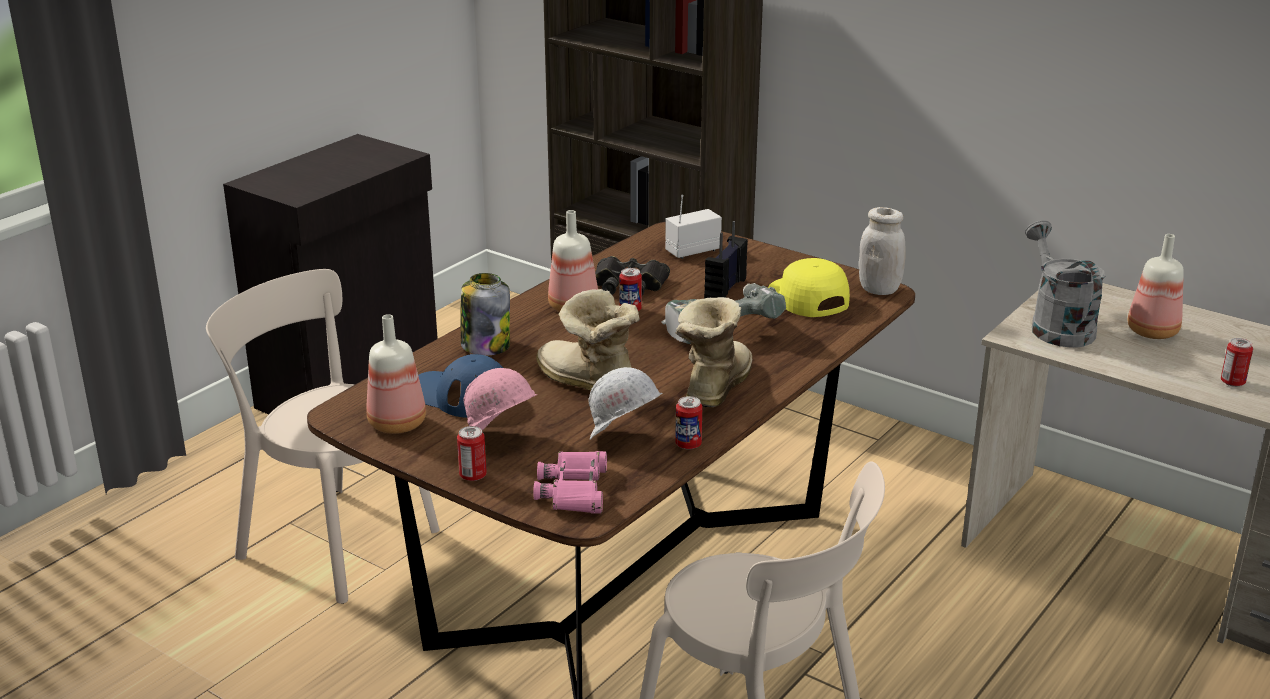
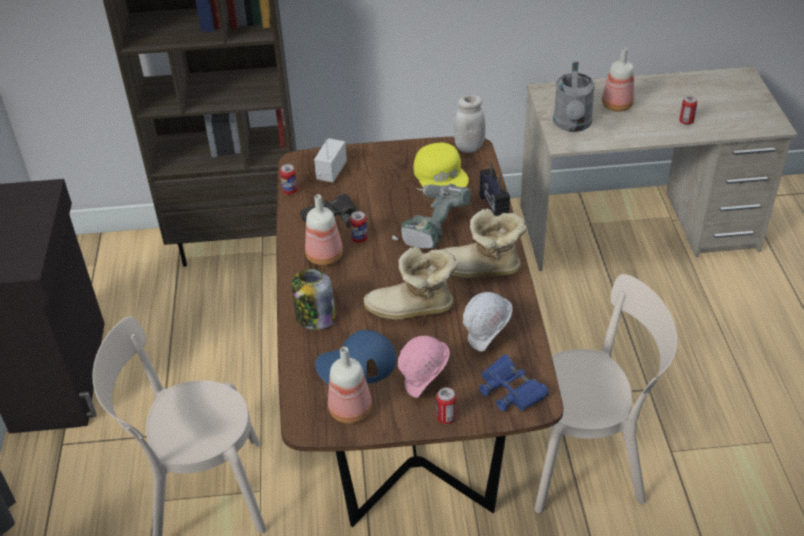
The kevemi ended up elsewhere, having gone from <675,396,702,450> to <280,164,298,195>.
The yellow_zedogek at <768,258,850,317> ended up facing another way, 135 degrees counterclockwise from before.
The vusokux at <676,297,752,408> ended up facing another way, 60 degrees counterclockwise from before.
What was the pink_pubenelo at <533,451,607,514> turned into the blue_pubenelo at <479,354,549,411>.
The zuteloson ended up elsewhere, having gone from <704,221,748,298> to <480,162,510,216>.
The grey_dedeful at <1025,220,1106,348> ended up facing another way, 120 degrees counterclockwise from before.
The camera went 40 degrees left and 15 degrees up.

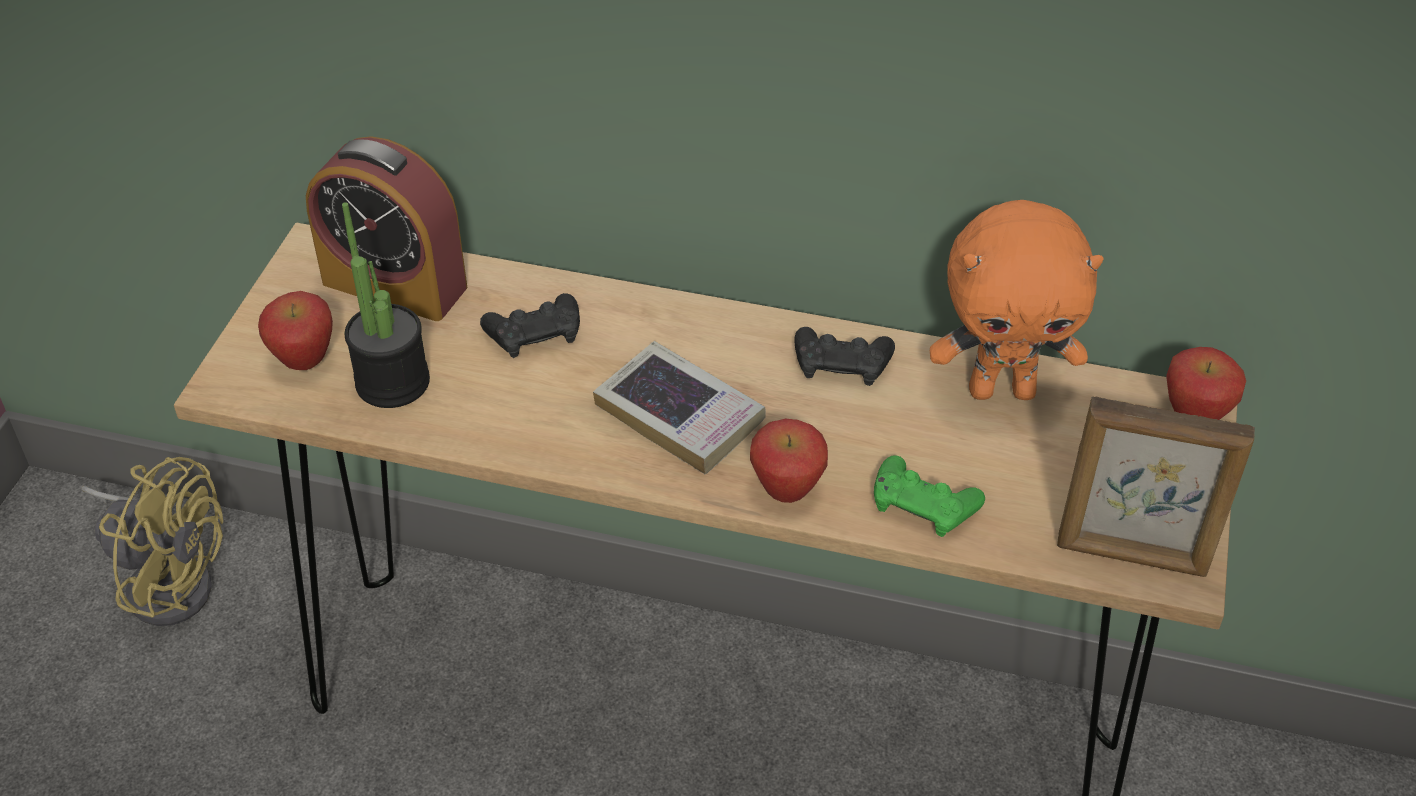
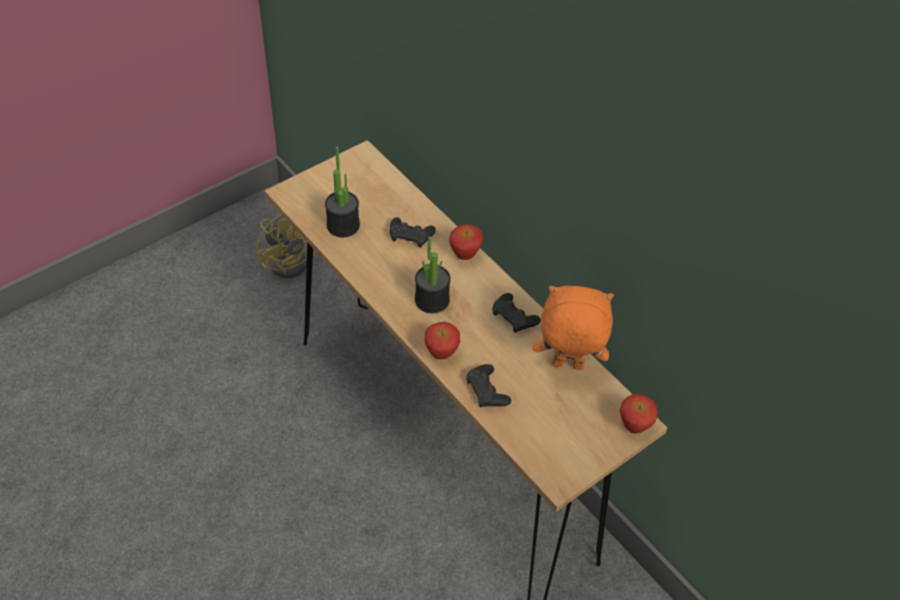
Where the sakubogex stood at <593,341,766,475>, the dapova came to stand at <415,236,451,313>.
The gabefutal ended up elsewhere, having gone from <258,291,333,370> to <449,225,483,260>.
What was the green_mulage at <874,455,985,537> turned into the black_mulage at <466,364,511,407>.
The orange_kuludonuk at <930,200,1104,400> ended up facing another way, 150 degrees clockwise from before.
The second view lost the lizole at <306,136,467,321>.
The second view lost the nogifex at <1057,396,1255,577>.
The camera went 35 degrees right and 5 degrees up.

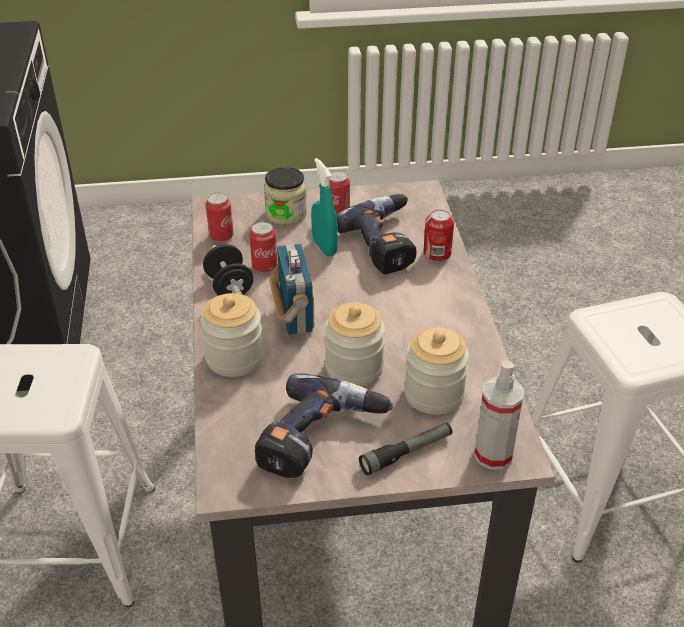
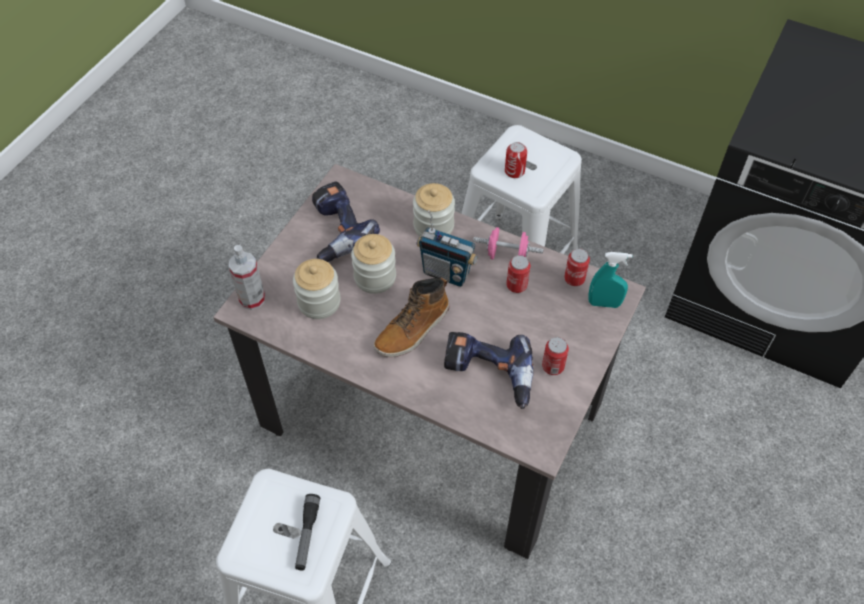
The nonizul ended up elsewhere, having gone from <359,423,452,475> to <295,494,321,570>.
The second view gained the vusokux at <374,278,450,357>.
What was the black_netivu at <203,244,253,296> turned into the pink_netivu at <473,227,544,259>.
The kevemi ended up elsewhere, having gone from <423,210,454,262> to <505,142,527,178>.
The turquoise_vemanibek ended up elsewhere, having gone from <311,158,338,256> to <588,252,633,308>.
The second view lost the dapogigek at <264,167,307,225>.
The camera went 125 degrees right and 15 degrees up.

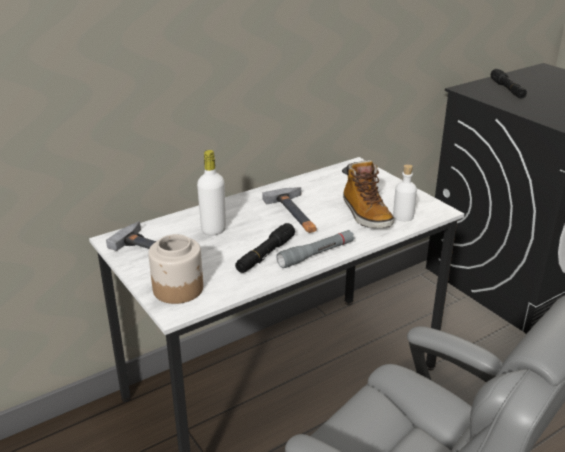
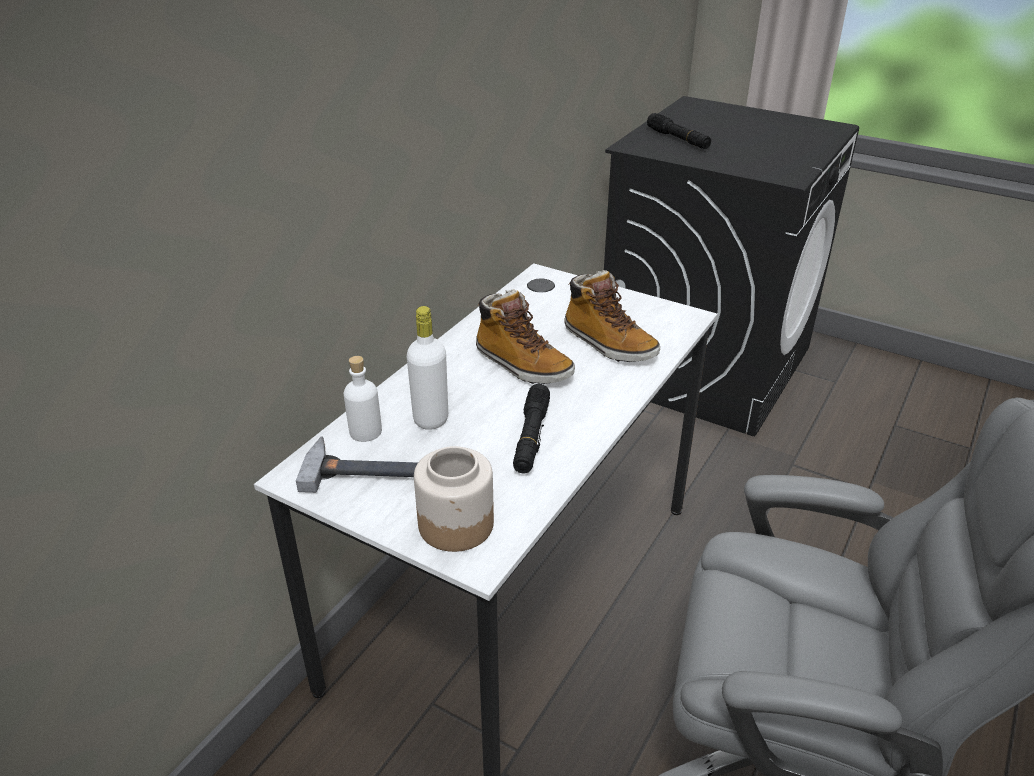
The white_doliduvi ended up elsewhere, having gone from <393,164,417,221> to <344,356,382,442>.
Where the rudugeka stood at <263,187,317,233>, the vusokux came to stand at <476,290,575,384>.
The second view lost the grey_nonizul at <277,230,354,268>.
The camera went 25 degrees left and 5 degrees up.

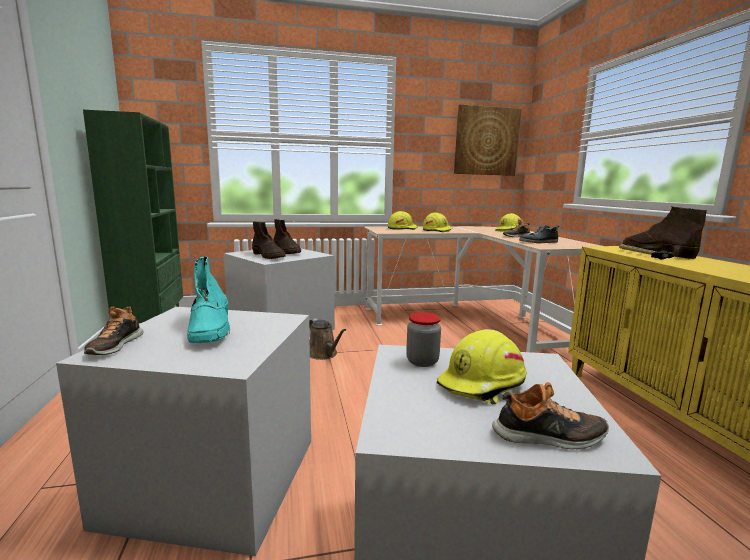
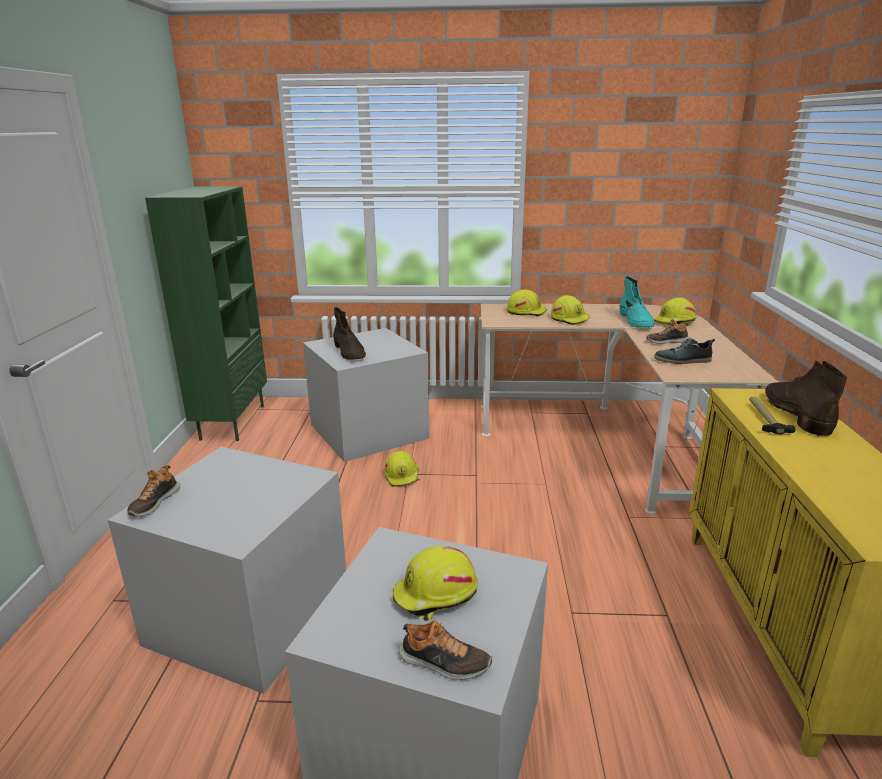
Where the brown_dedeful stood at <309,318,346,360>, the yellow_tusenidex came to stand at <384,450,420,487>.
The turquoise_vusokux ended up elsewhere, having gone from <187,256,230,343> to <620,276,655,328>.
The second view lost the brown_vusokux at <273,219,301,254>.
The second view lost the dapogigek at <406,312,441,367>.
The second view lost the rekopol at <454,104,522,176>.
The camera went 15 degrees right and 10 degrees up.

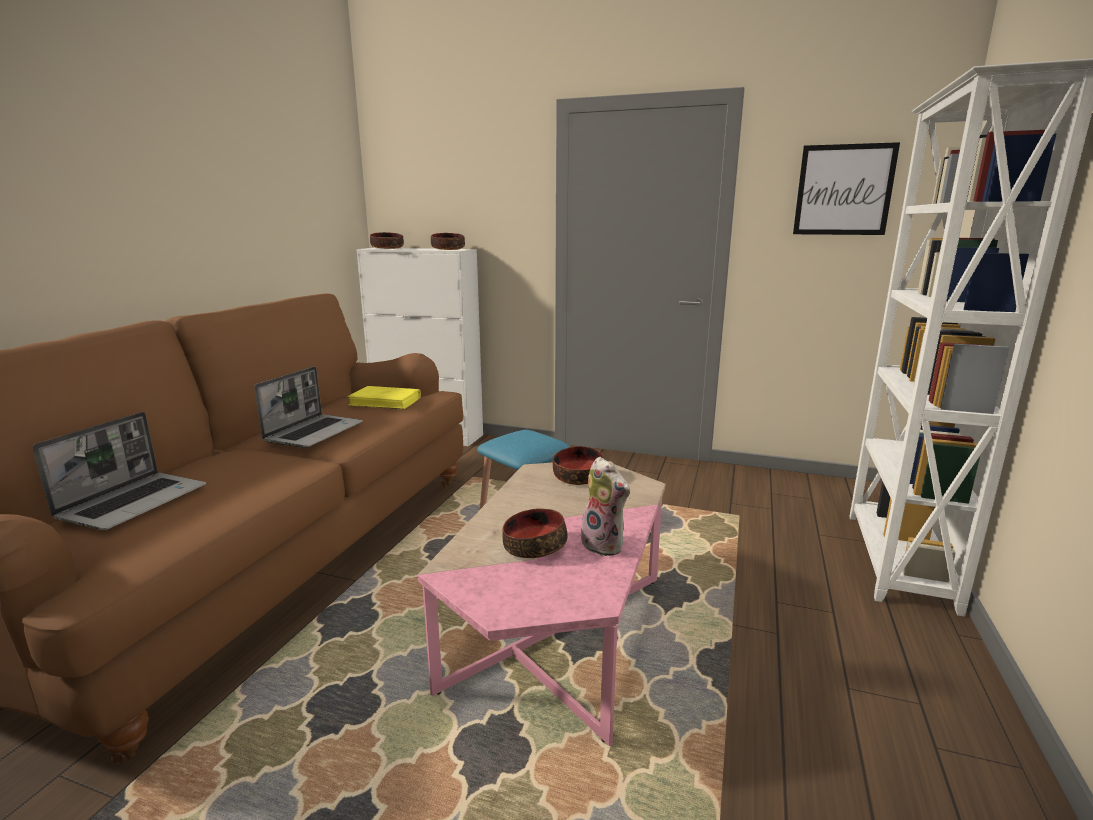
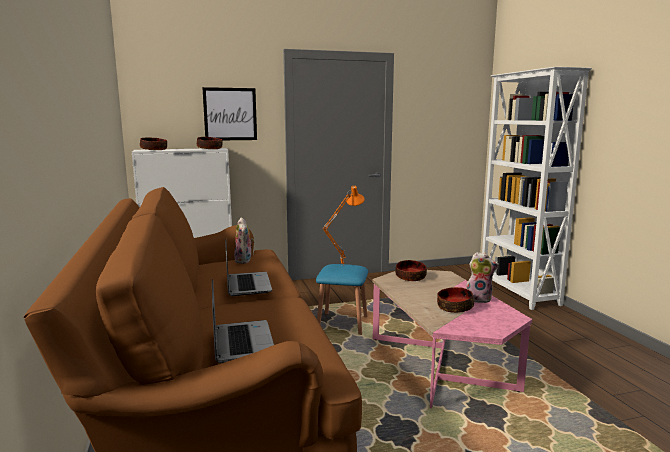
The rekopol ended up elsewhere, having gone from <793,142,900,235> to <202,87,257,140>.
Where the yellow_sakubogex stood at <347,386,421,409>, the kuludonuk came to stand at <234,217,254,264>.
The second view gained the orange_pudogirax at <322,186,365,266>.
The camera went 35 degrees left and 5 degrees down.

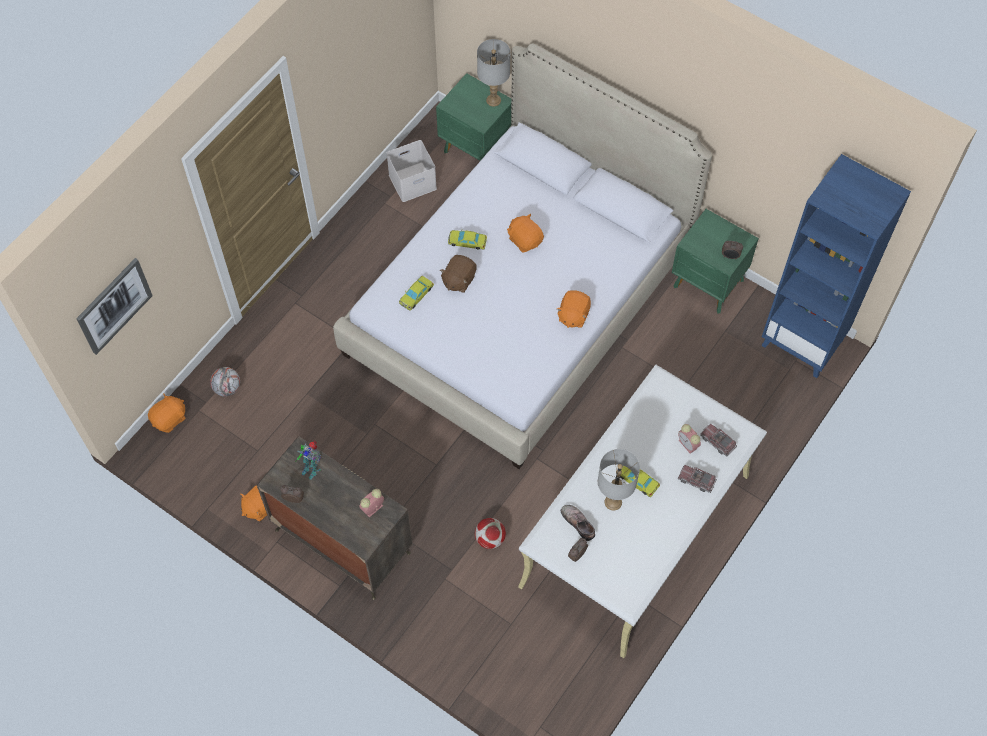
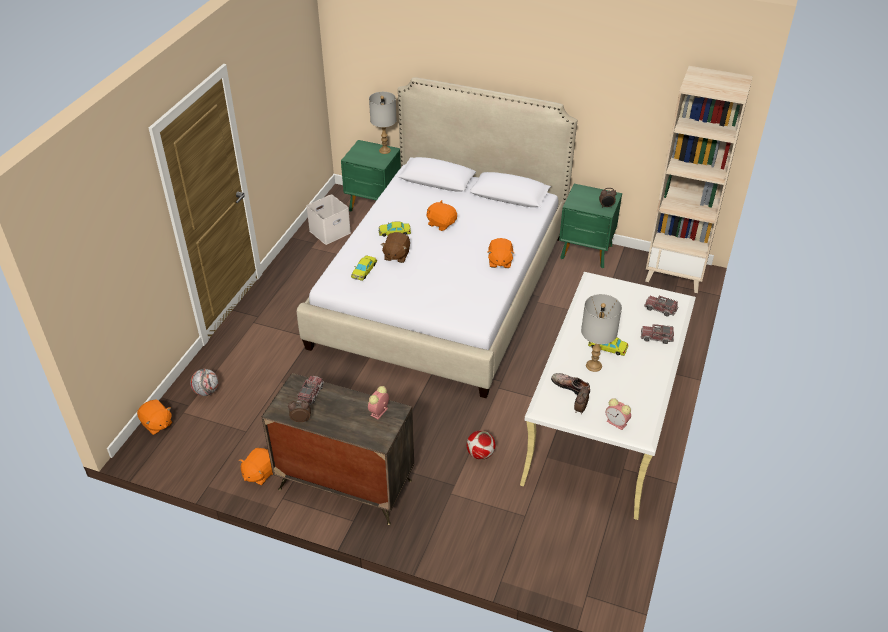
The orange_kuludonuk at <148,394,186,433> ended up facing another way, 105 degrees clockwise from before.
Where the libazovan stood at <294,441,321,479>, the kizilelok came to stand at <296,376,324,405>.
The lizole ended up elsewhere, having gone from <678,424,701,454> to <606,398,631,430>.
What was the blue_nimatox at <761,154,911,378> turned into the beige_nimatox at <645,66,753,293>.
The second view lost the rekopol at <76,258,153,355>.
The camera went 15 degrees left and 20 degrees down.

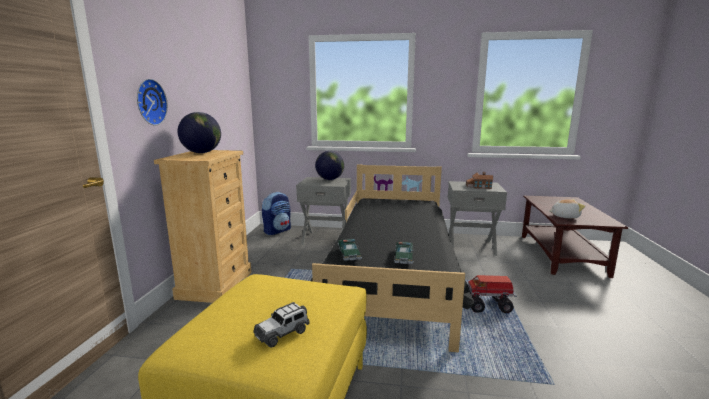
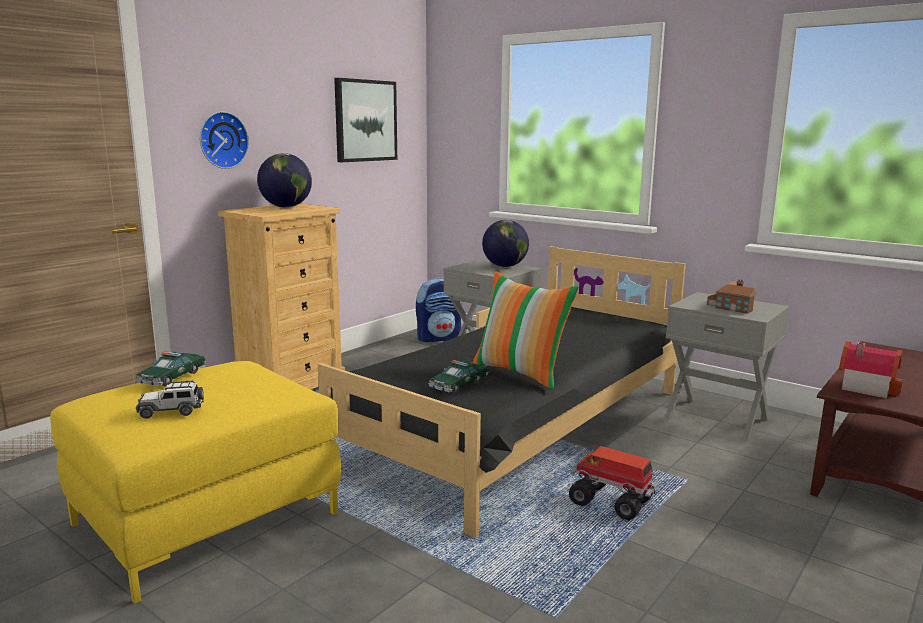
The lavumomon ended up elsewhere, having gone from <338,239,362,261> to <135,351,207,386>.
The second view gained the rekopol at <334,78,397,162>.
The second view gained the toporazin at <473,271,579,389>.
Where the kuludonuk stood at <549,199,585,219>, the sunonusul came to stand at <839,341,903,398>.
The camera went 30 degrees right and 0 degrees up.

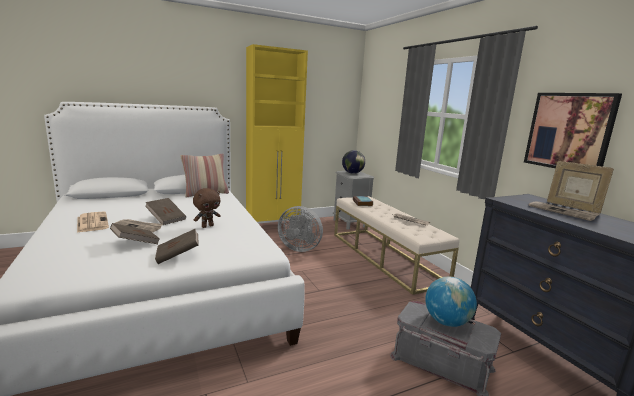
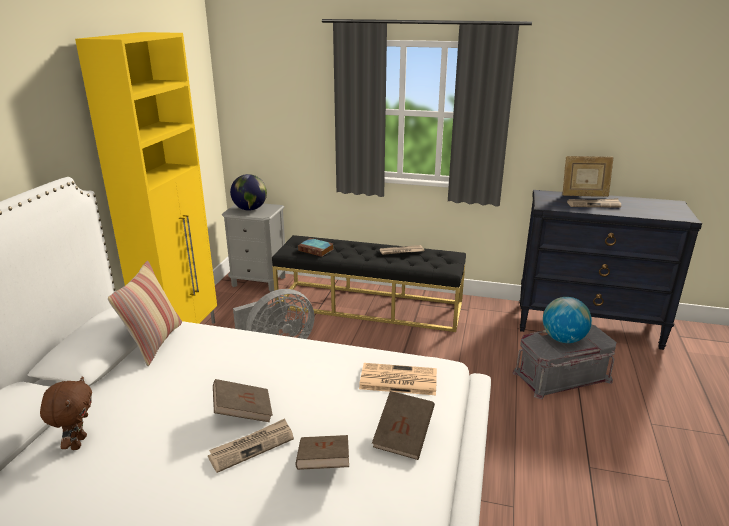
The brown_kuludonuk ended up elsewhere, having gone from <193,188,221,228> to <40,376,92,450>.
What was the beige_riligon at <334,196,459,295> turned into the black_riligon at <272,235,466,332>.
The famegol ended up elsewhere, having gone from <77,212,109,233> to <359,363,437,395>.
The second view lost the rekopol at <524,93,622,168>.
The camera went 50 degrees left and 10 degrees up.

